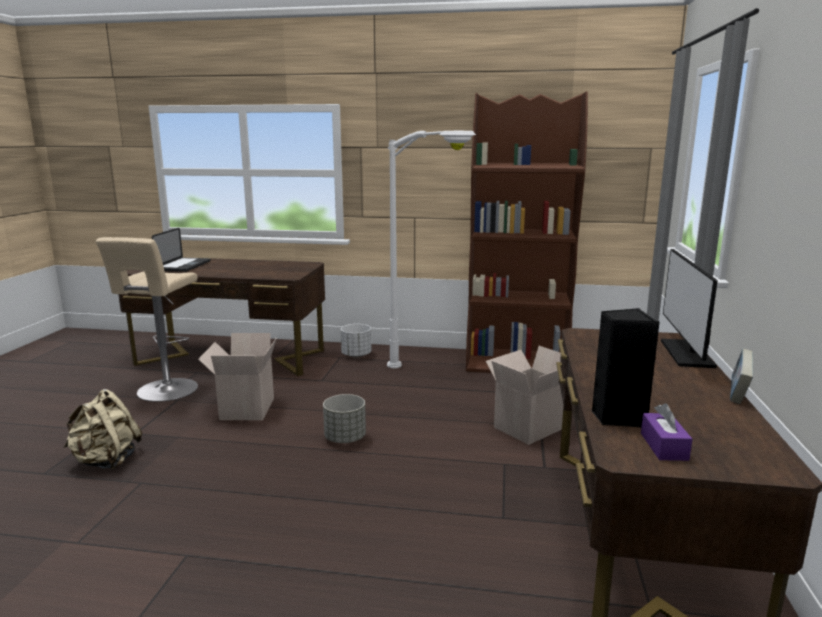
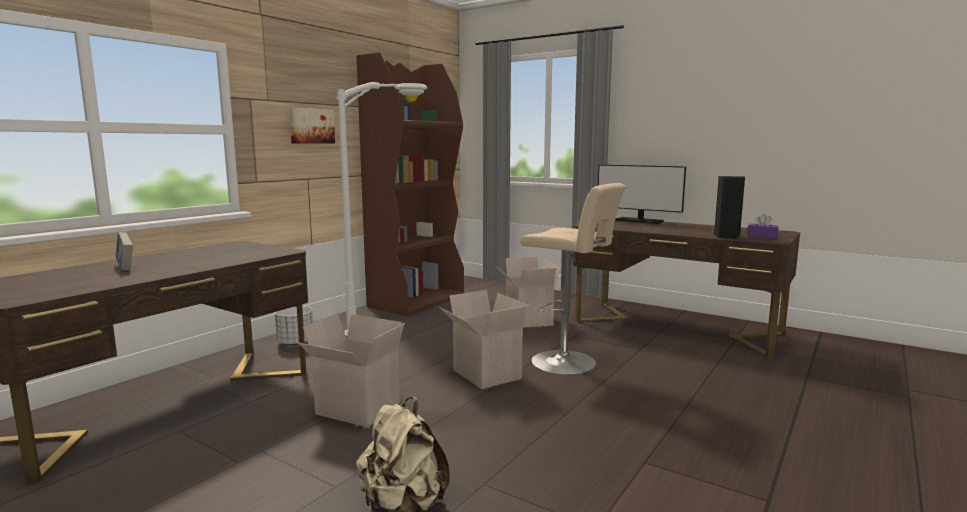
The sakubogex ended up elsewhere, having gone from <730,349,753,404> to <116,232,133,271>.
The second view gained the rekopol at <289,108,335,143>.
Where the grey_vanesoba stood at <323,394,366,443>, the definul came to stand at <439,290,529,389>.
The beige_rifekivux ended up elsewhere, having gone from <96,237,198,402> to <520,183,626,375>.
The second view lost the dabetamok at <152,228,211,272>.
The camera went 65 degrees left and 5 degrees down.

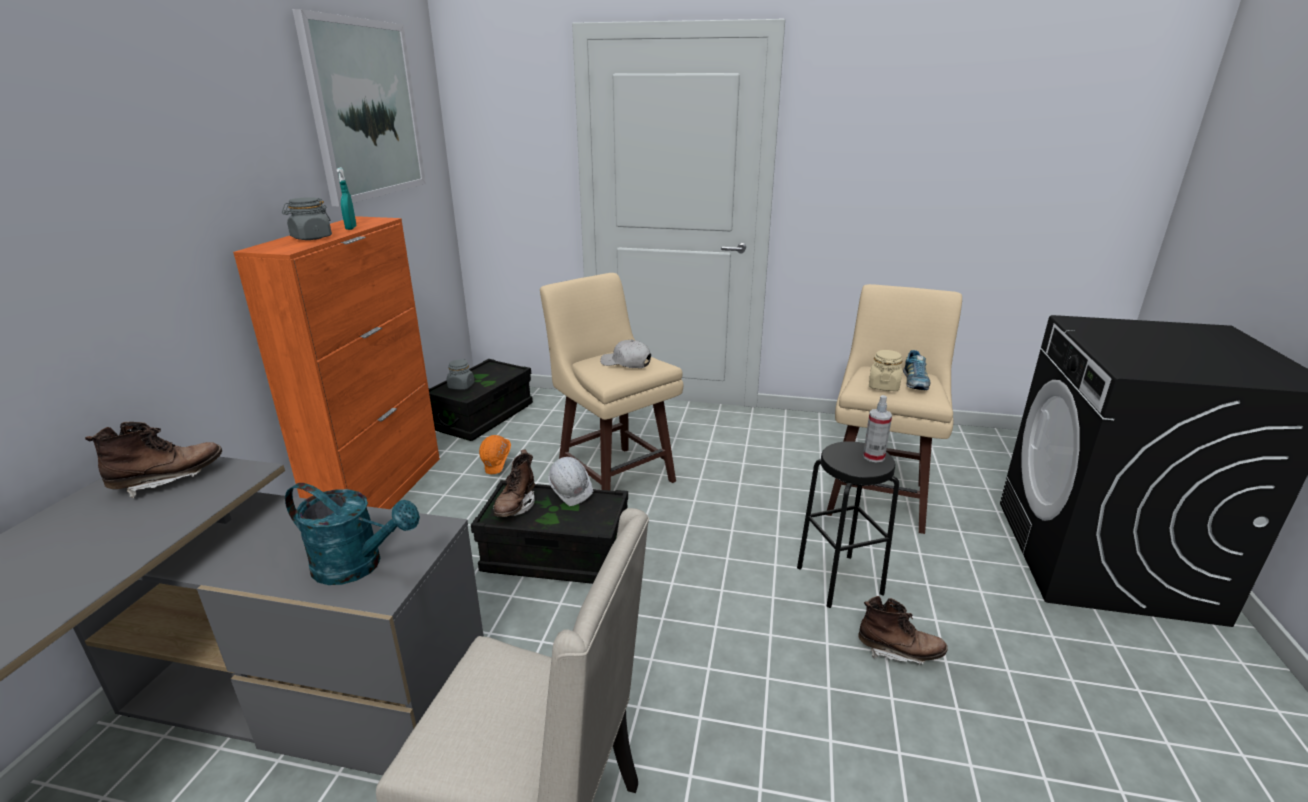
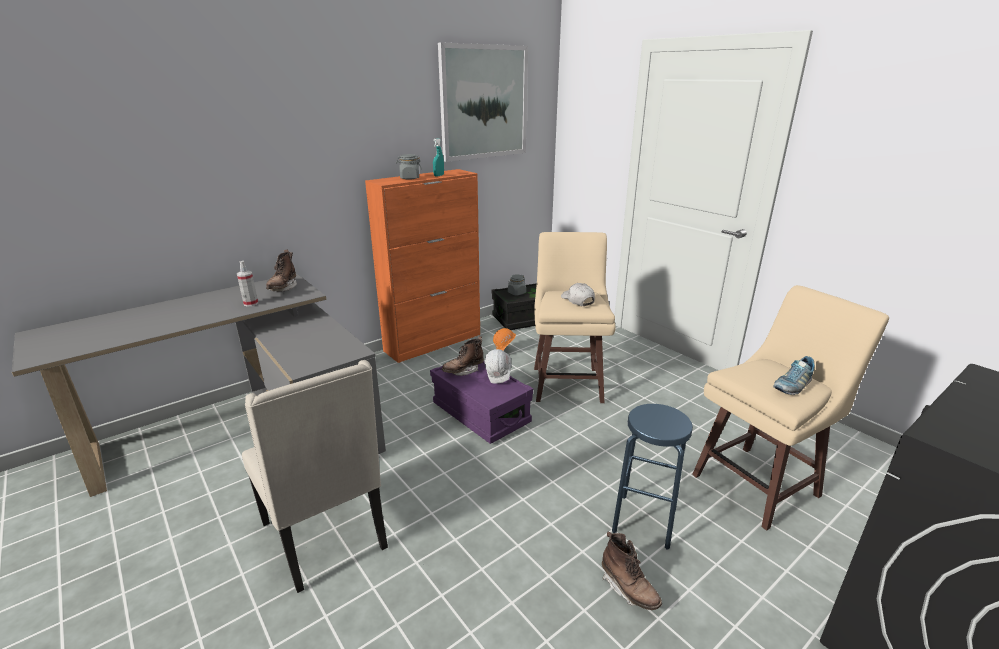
The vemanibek ended up elsewhere, having gone from <863,395,892,463> to <237,261,258,307>.
The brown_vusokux at <85,422,222,499> ended up facing another way, 90 degrees clockwise from before.
What was the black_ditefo at <471,480,628,584> turned into the purple_ditefo at <430,362,533,444>.
What was the black_rifekivux at <797,441,899,608> turned into the blue_rifekivux at <612,404,693,550>.
The second view lost the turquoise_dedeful at <285,483,420,585>.
The second view lost the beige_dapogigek at <869,350,903,391>.
The camera went 40 degrees right and 0 degrees up.

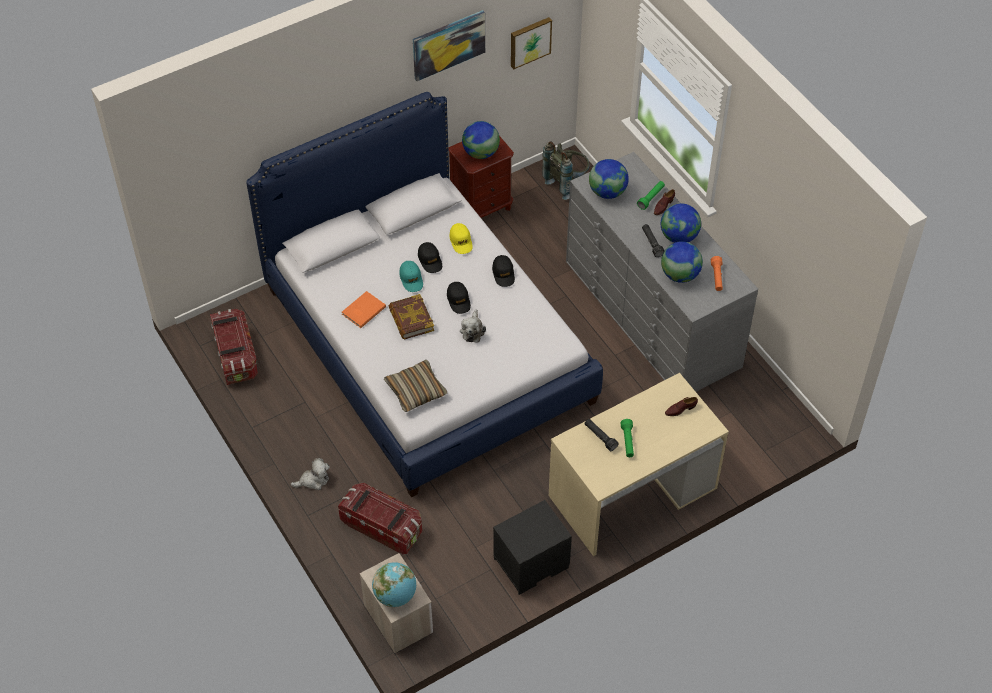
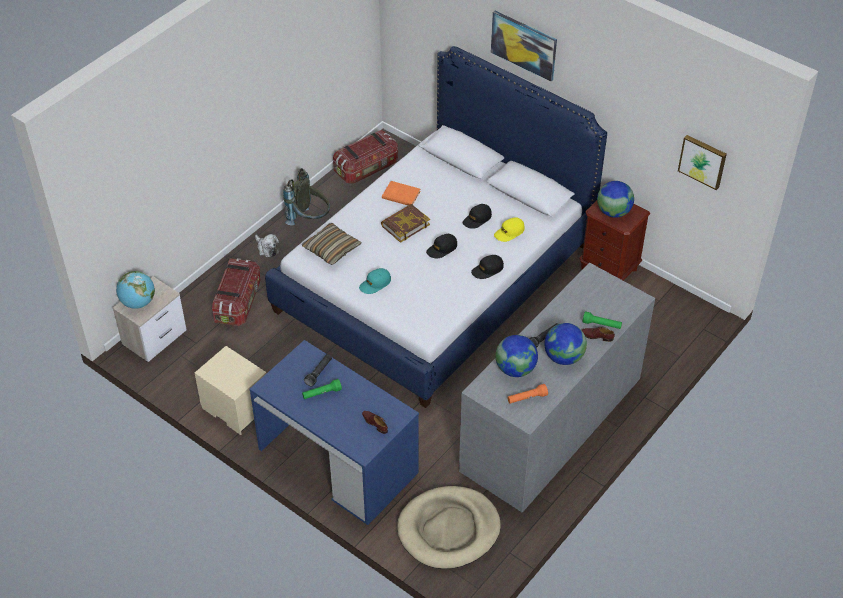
What was the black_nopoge at <493,500,572,595> turned into the beige_nopoge at <195,346,267,435>.
What was the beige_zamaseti at <549,373,729,556> turned into the blue_zamaseti at <249,340,419,525>.
The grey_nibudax ended up elsewhere, having gone from <542,141,590,200> to <283,168,330,226>.
The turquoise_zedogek ended up elsewhere, having gone from <399,261,423,292> to <359,268,391,294>.
The second view gained the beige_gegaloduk at <397,486,501,569>.
The rekopol ended up elsewhere, having gone from <413,10,485,81> to <491,11,557,81>.
The second view lost the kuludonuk at <460,309,486,343>.
The second view lost the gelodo at <589,159,629,199>.
The camera went 70 degrees right and 5 degrees down.

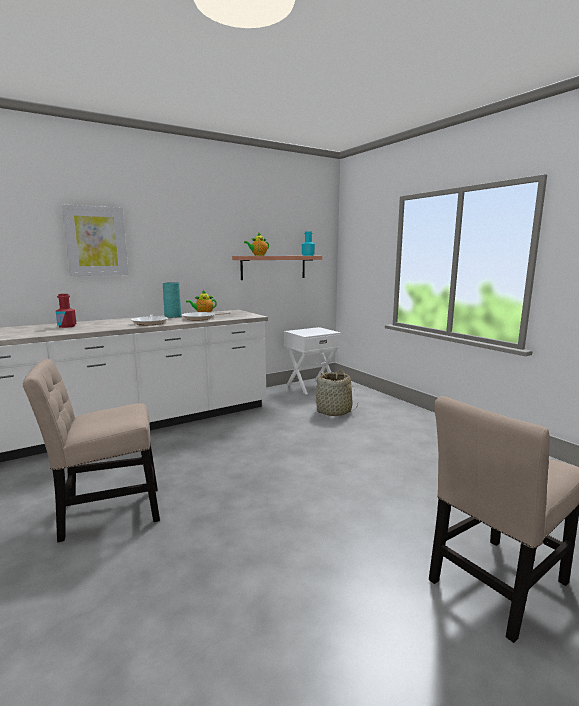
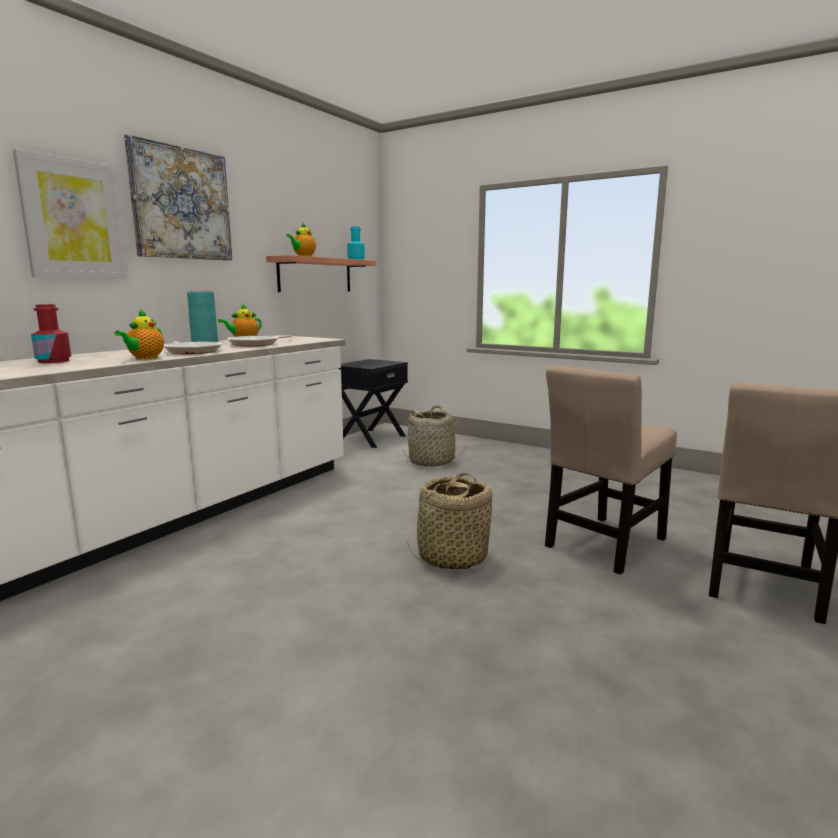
The second view gained the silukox at <114,309,164,360>.
The second view gained the rekopol at <124,134,232,261>.
What was the white_nopoge at <284,327,341,394> turned into the black_nopoge at <338,359,408,448>.
The second view gained the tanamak at <407,473,492,570>.
The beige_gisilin ended up elsewhere, having gone from <23,359,160,543> to <545,365,677,575>.
The camera went 25 degrees left and 0 degrees up.

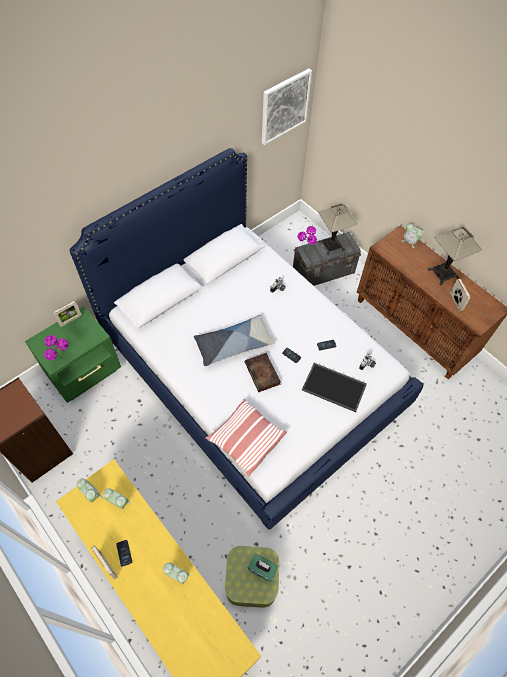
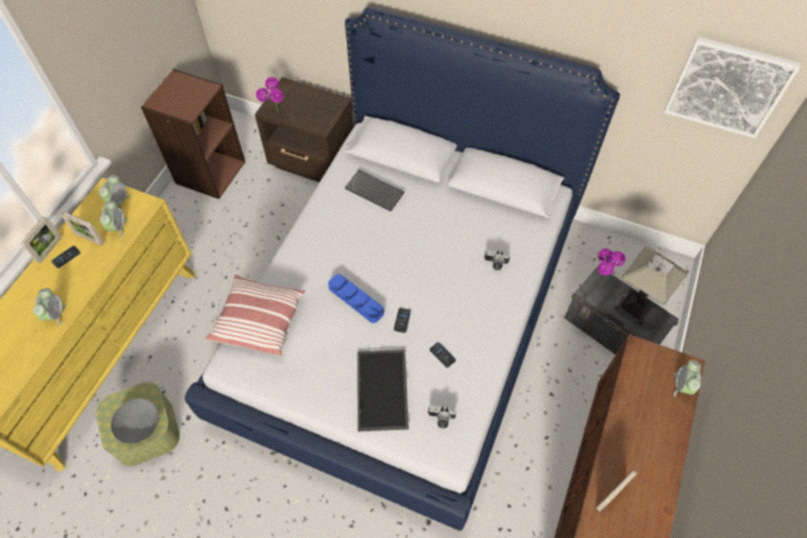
The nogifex ended up elsewhere, having gone from <53,301,81,327> to <61,212,104,245>.
Where the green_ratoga stood at <248,554,278,582>, the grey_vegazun came to stand at <111,398,159,444>.
What was the green_nopoge at <25,306,121,403> turned into the brown_nopoge at <255,77,354,182>.
Where the sakubogex stood at <245,353,281,392>, the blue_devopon came to stand at <328,274,384,323>.
The second view gained the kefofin at <345,170,405,212>.
The second view lost the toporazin at <194,315,275,366>.
The second view lost the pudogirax at <428,227,482,285>.
The camera went 65 degrees right and 0 degrees up.

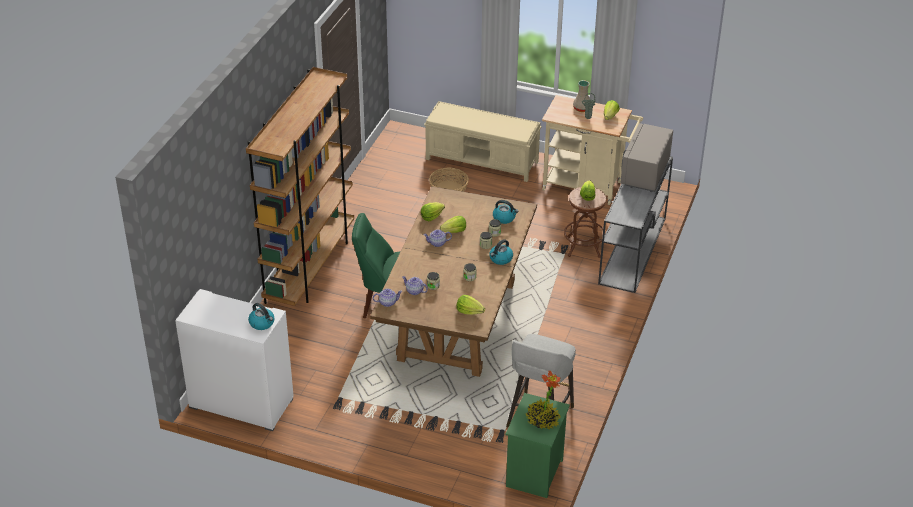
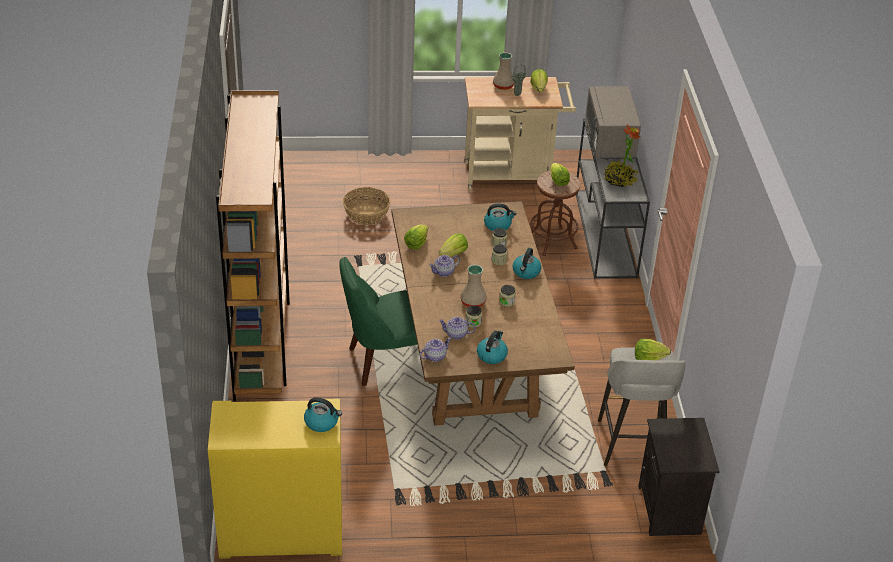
What was the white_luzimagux at <175,289,294,431> turned into the yellow_luzimagux at <208,399,342,559>.
The second view gained the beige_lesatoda at <460,265,487,307>.
The second view gained the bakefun at <477,331,508,364>.
The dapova ended up elsewhere, having gone from <525,371,561,430> to <604,125,640,187>.
The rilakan ended up elsewhere, having gone from <456,295,485,315> to <635,339,671,360>.
What was the green_nopoge at <505,393,570,498> turned into the black_nopoge at <638,418,720,536>.
The second view lost the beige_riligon at <424,101,542,182>.
The camera went 25 degrees left and 0 degrees up.

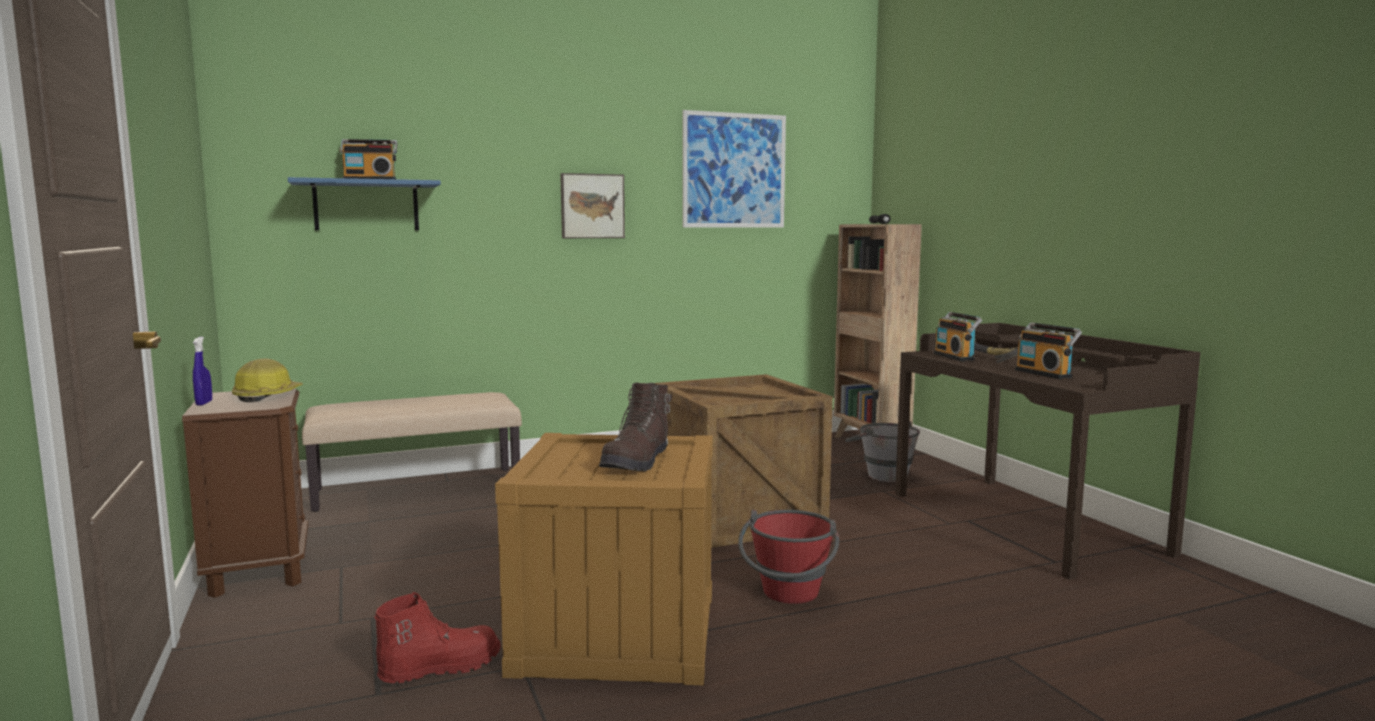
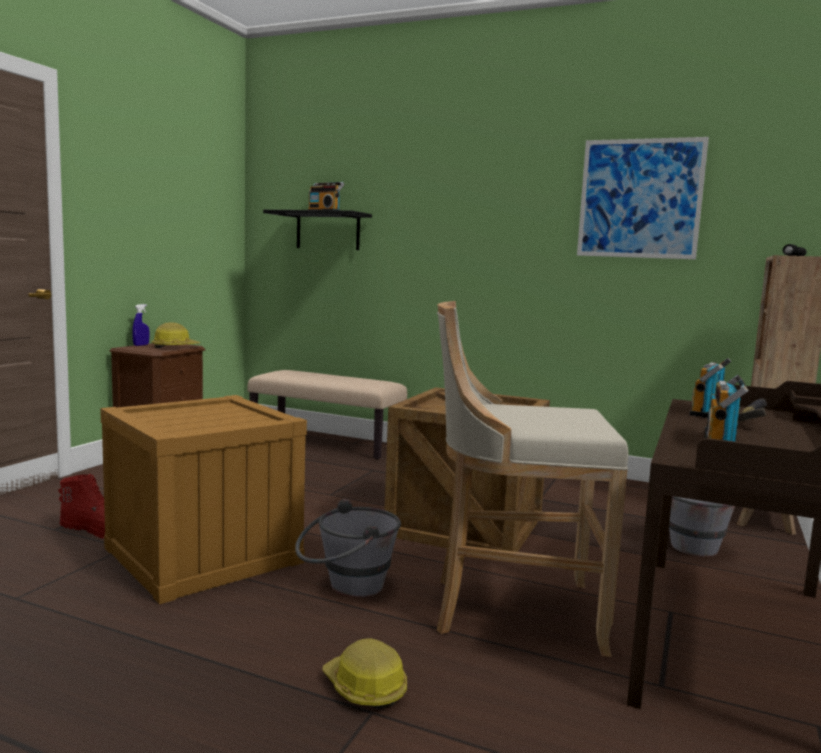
What was the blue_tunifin at <288,177,441,230> turned into the black_tunifin at <263,210,372,250>.
What was the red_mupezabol at <738,509,839,604> turned into the grey_mupezabol at <295,499,401,597>.
The second view gained the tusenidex at <322,638,407,709>.
The second view gained the beige_rifekivux at <437,301,629,657>.
The second view lost the rekopol at <560,173,625,238>.
The second view lost the brown_vusokux at <599,383,672,472>.
The camera went 45 degrees right and 0 degrees up.

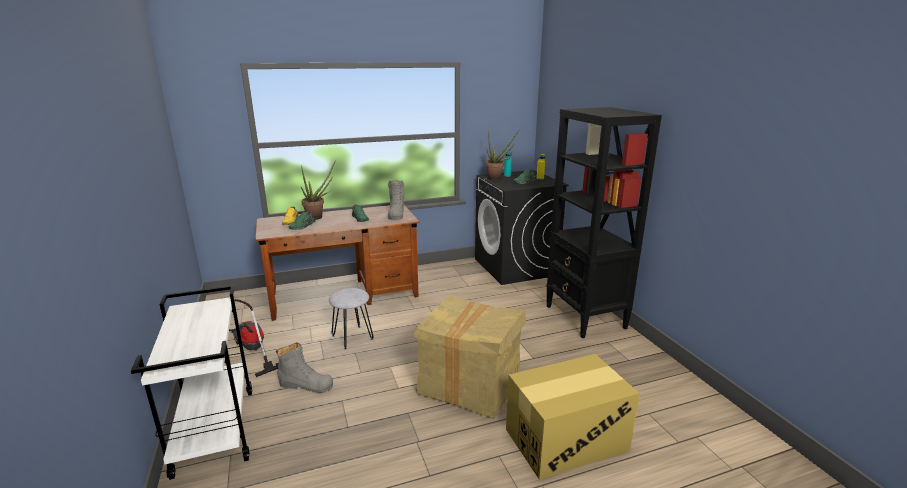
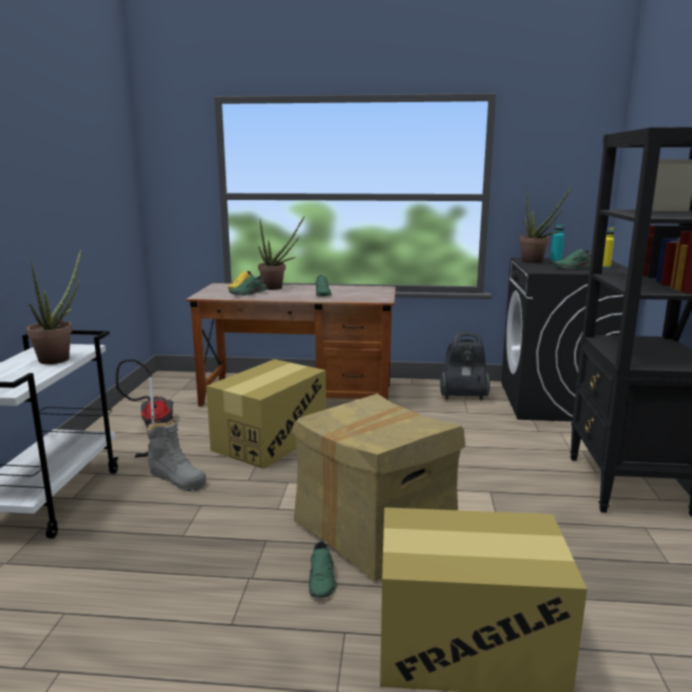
The second view gained the dapova at <27,249,81,364>.
Where the grey_rifekivux stood at <329,288,374,350>, the definul came to stand at <206,359,326,469>.
The second view gained the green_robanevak at <309,541,337,598>.
The second view gained the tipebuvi at <440,331,490,400>.
The second view lost the grey_vusokux at <388,180,404,220>.
The camera went 25 degrees right and 5 degrees down.

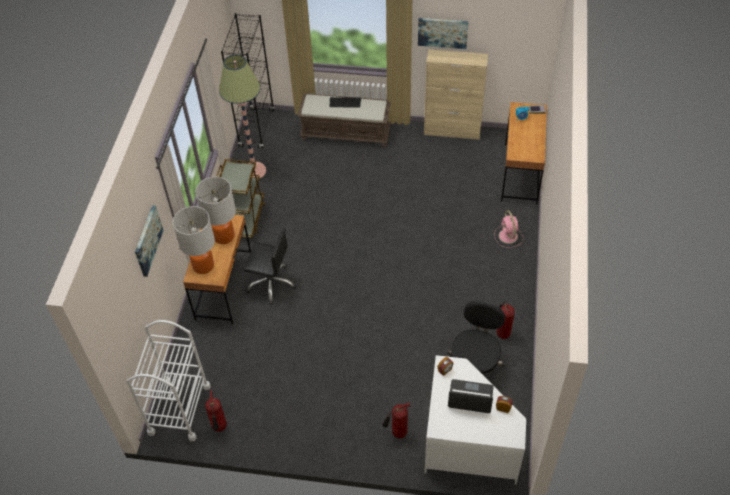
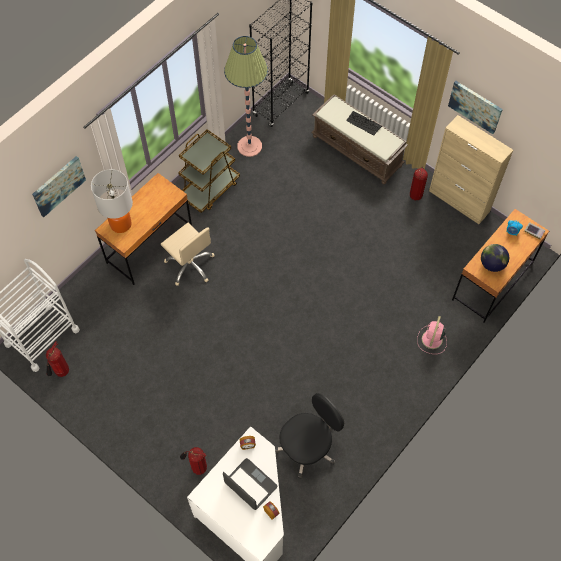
What was the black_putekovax at <244,229,297,305> turned into the beige_putekovax at <160,223,214,286>.
The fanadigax ended up elsewhere, having gone from <496,302,515,339> to <410,166,428,200>.
The second view gained the gelodo at <481,244,509,272>.
The second view lost the pudogirax at <195,177,236,244>.
The camera went 30 degrees right and 10 degrees up.

